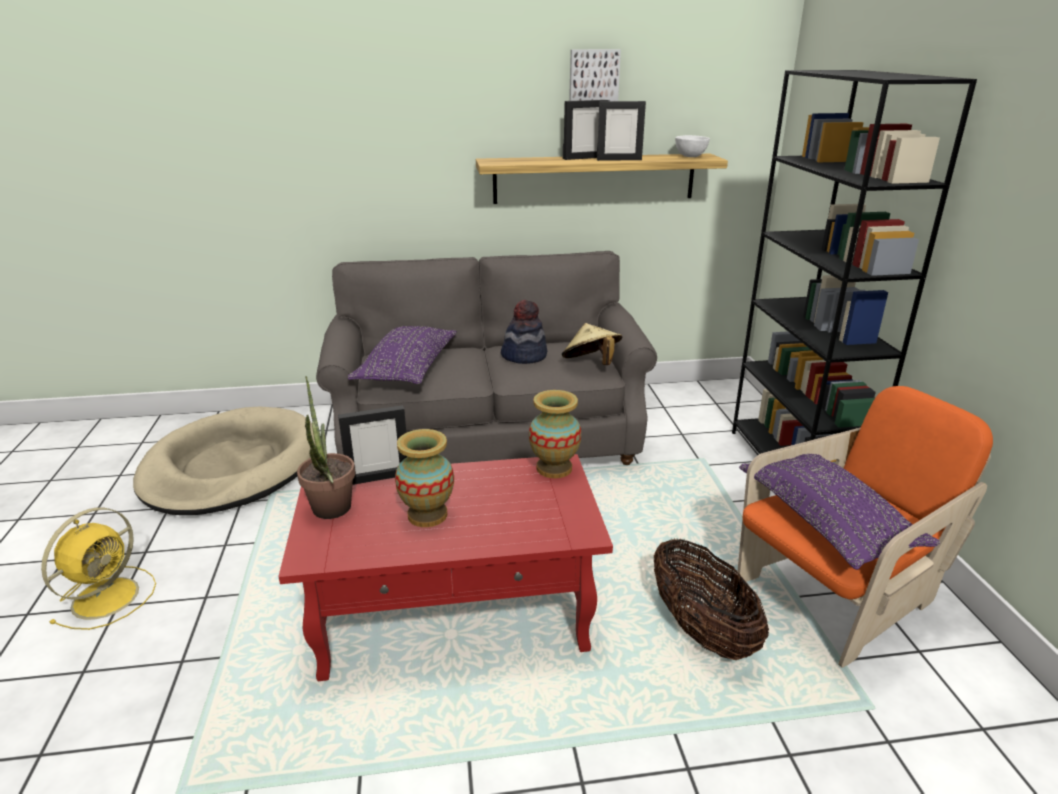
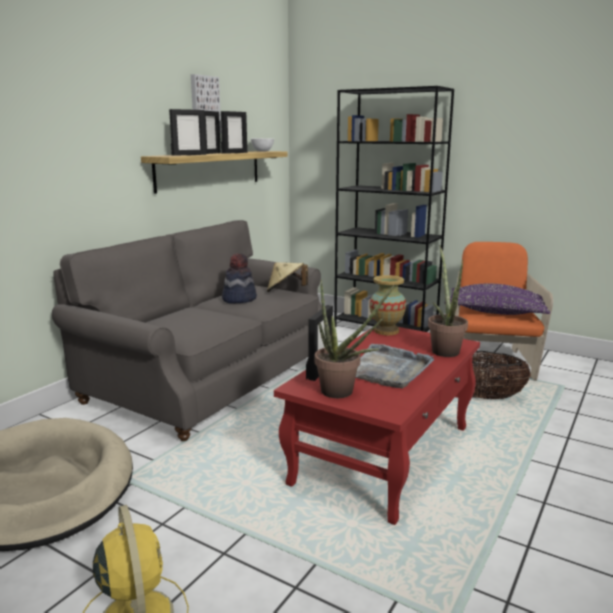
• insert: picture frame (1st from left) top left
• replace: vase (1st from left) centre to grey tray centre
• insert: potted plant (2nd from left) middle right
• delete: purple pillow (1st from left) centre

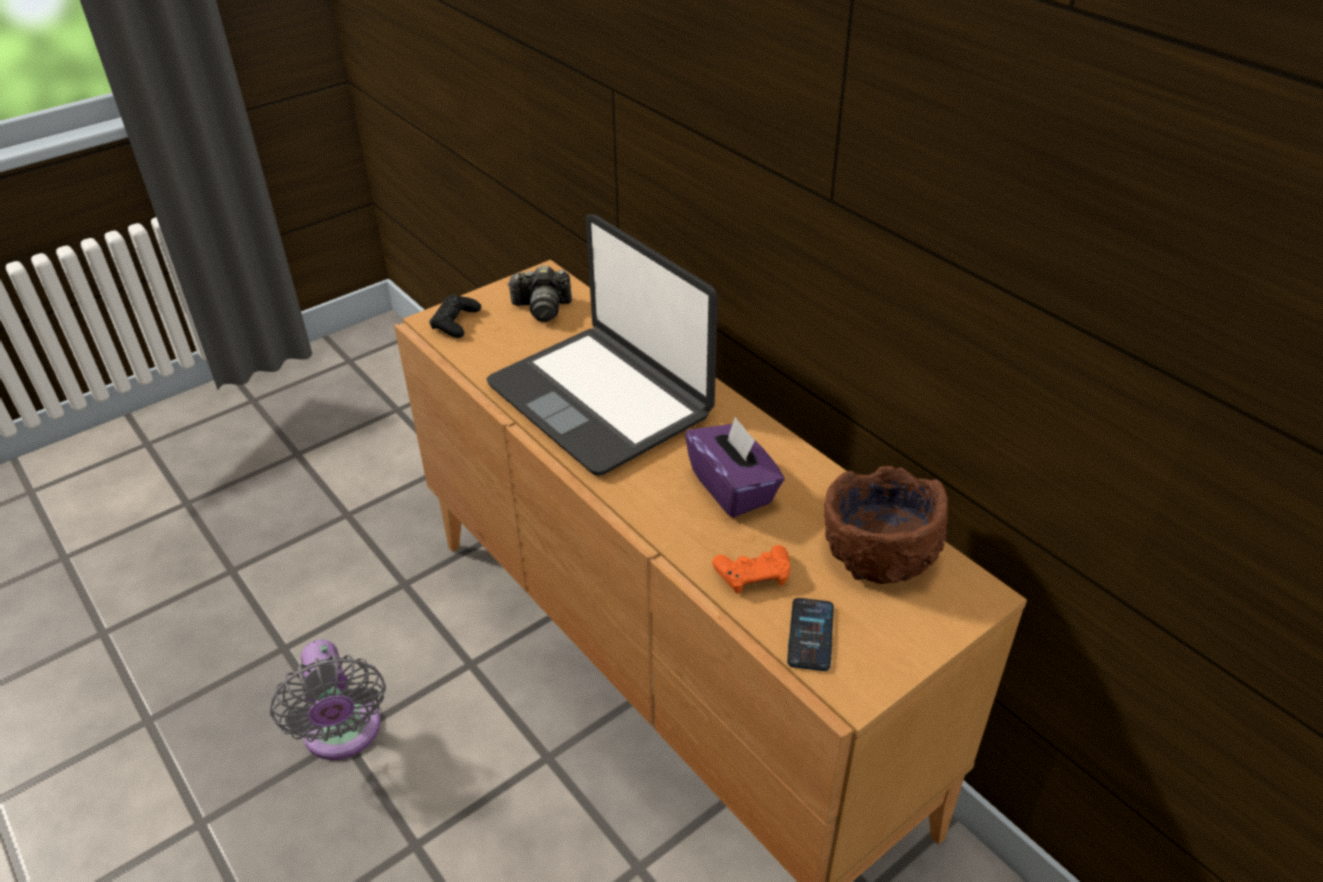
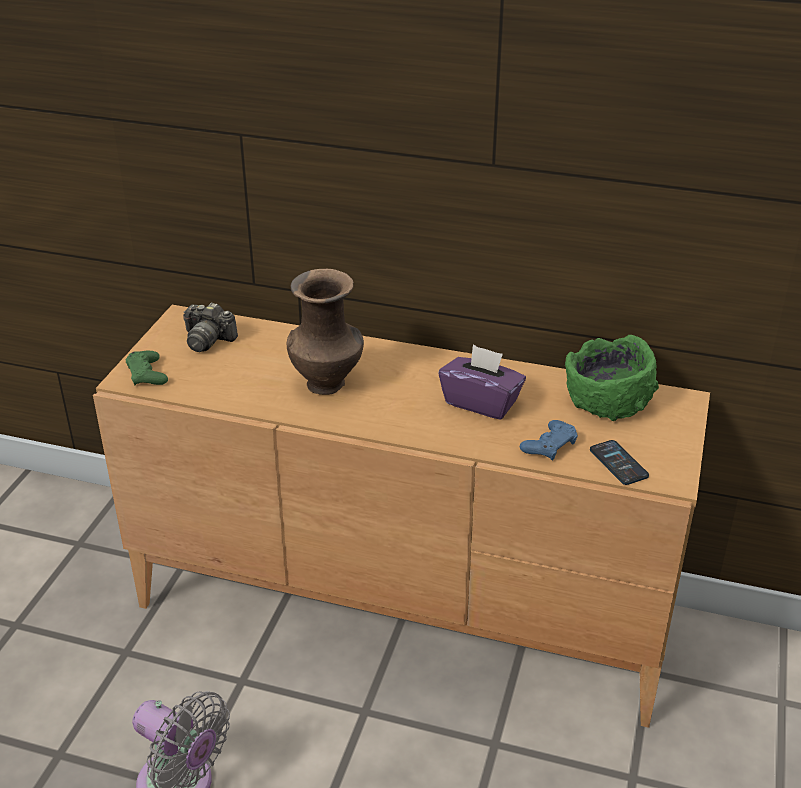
• recolor: black game controller centre to green game controller middle left
• rotate: photo camera top centre = middle left 60 degrees clockwise
• replace: laptop centre to brown vase centre
• recolor: orange game controller centre to blue game controller middle right
• recolor: brown bowl middle right to green bowl middle right

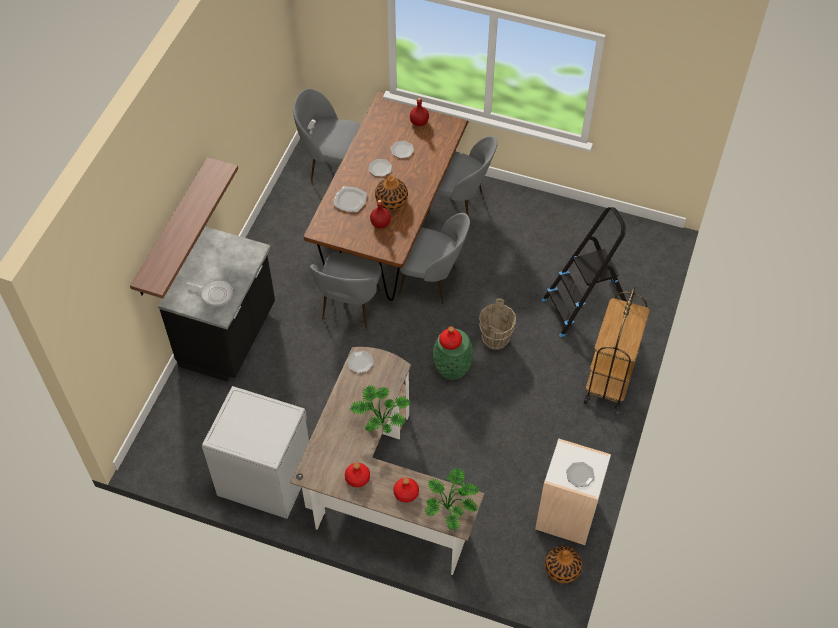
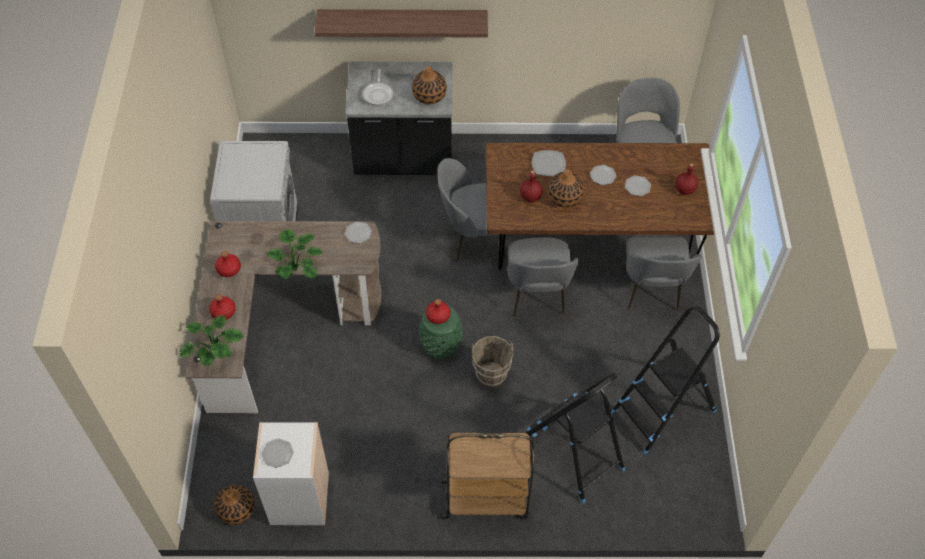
• insert: vase (2nd from left) top centre
• insert: black step ladder (2nd from left) bottom right

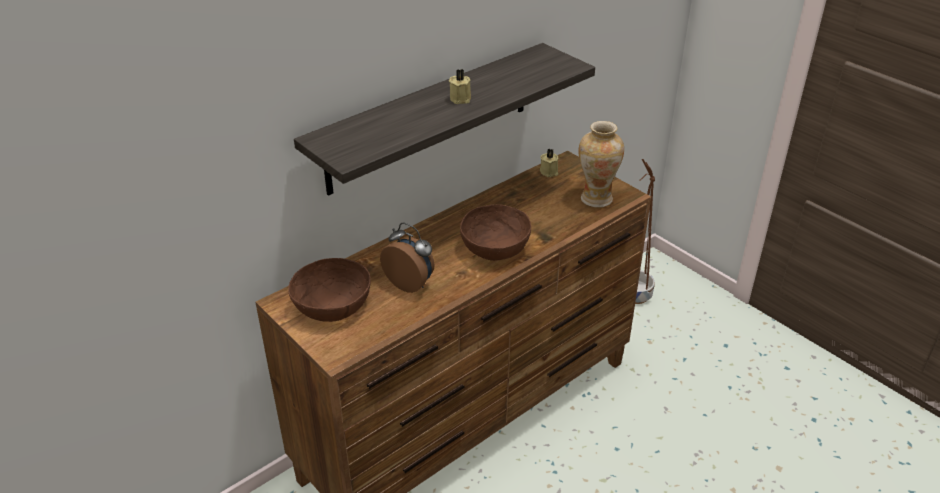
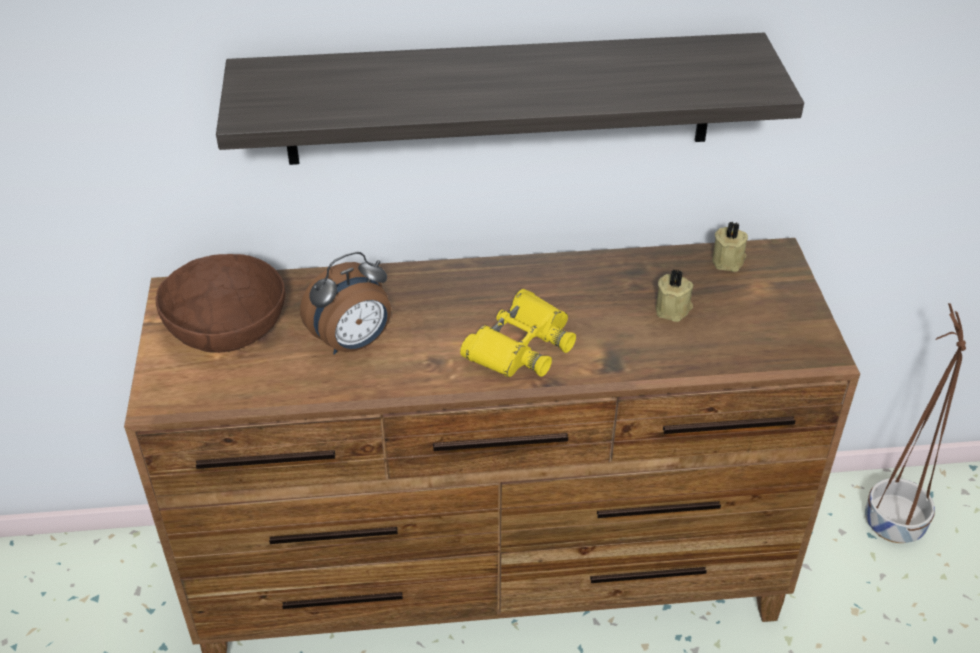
• rotate: alarm clock centre = centre 75 degrees clockwise
• replace: brown bowl (2nd from left) centre to yellow binoculars centre
• move: beige candle (1st from left) top centre to middle right
• delete: vase top centre

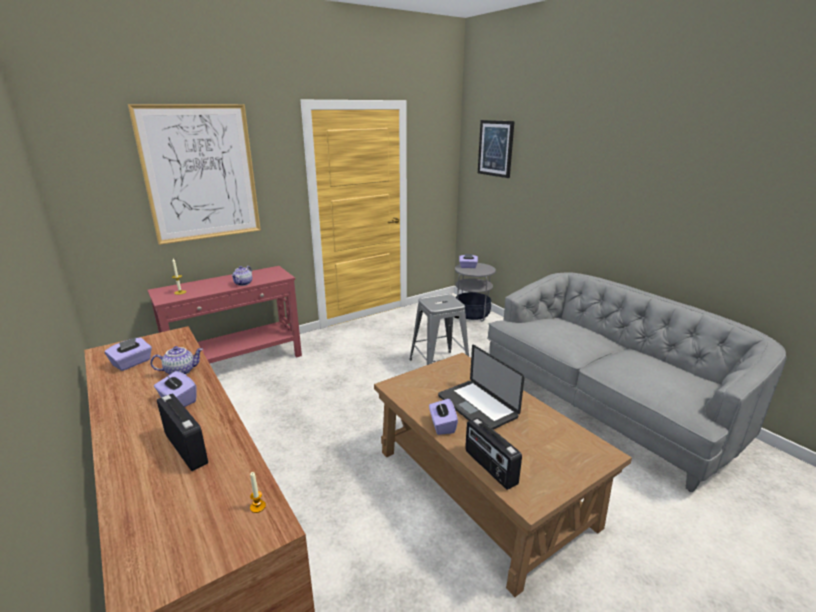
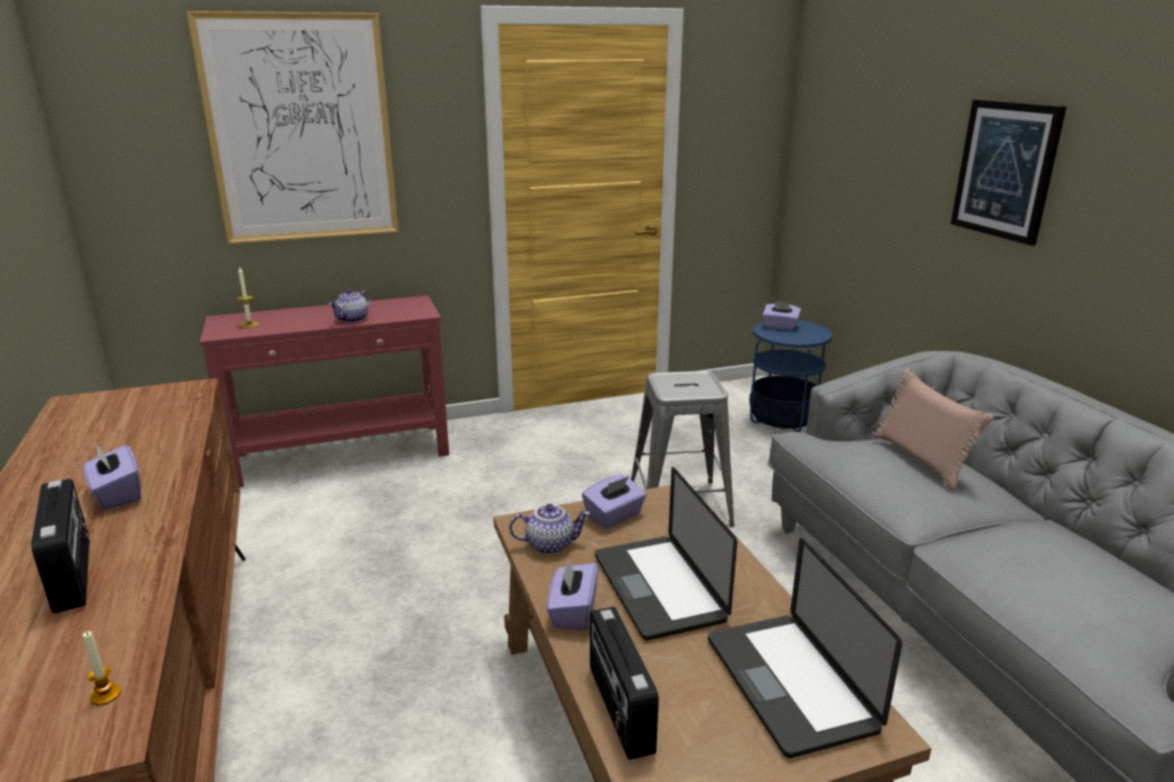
• move: teapot (1st from left in the first image) middle left to teapot (2nd from left) bottom centre
• move: purple tissue box (1st from left in the first image) middle left to purple tissue box (3rd from left) centre
• insert: laptop (2nd from left) bottom right
• recolor: grey side table centre to blue side table middle right
• insert: beige pillow middle right
• move: picture (2nd from left) top centre to top right

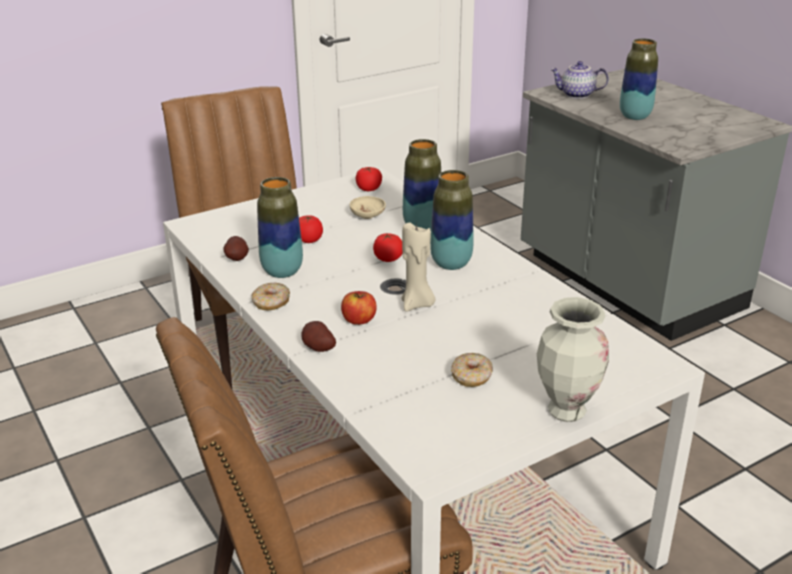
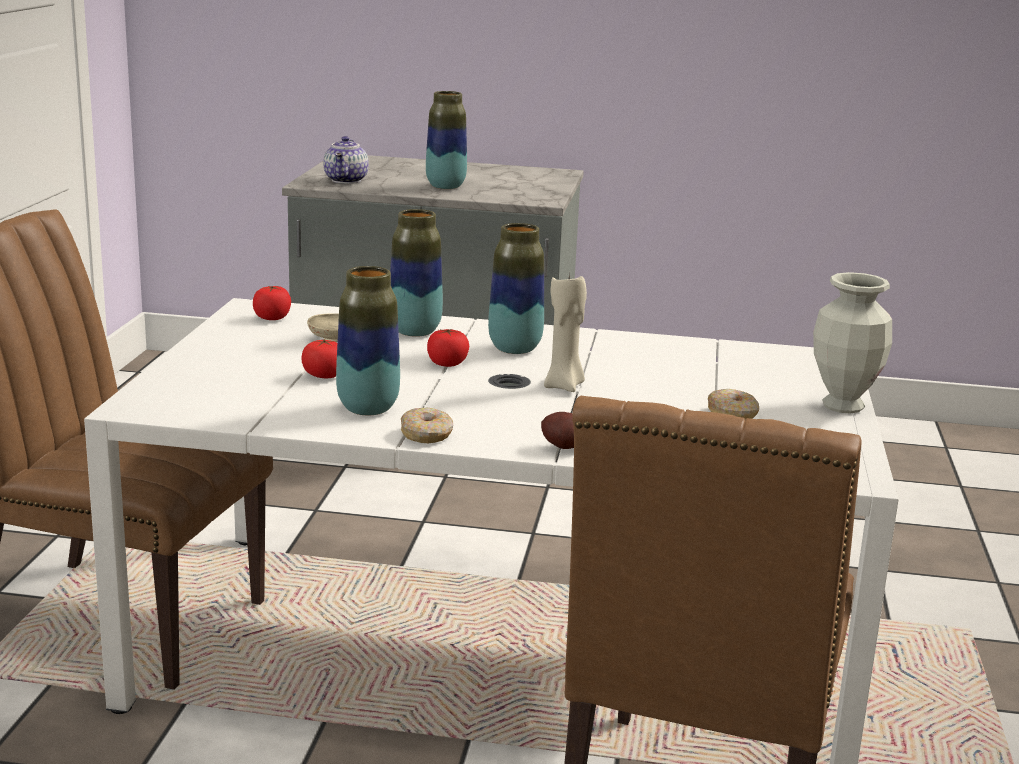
• rotate: teapot top right = top centre 45 degrees counterclockwise
• delete: potato (1st from left) middle left
• delete: apple centre

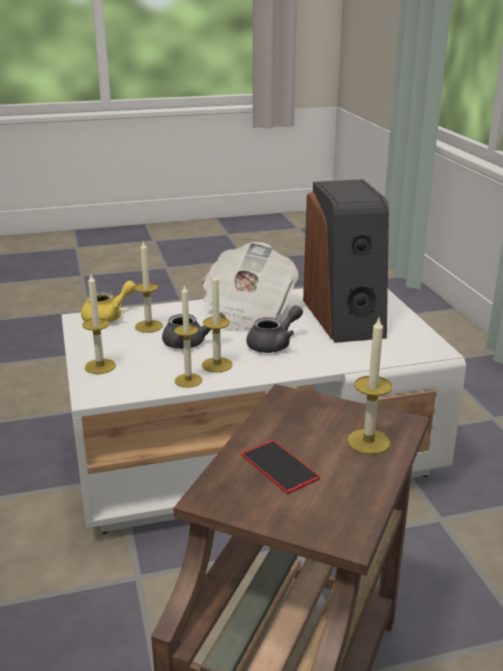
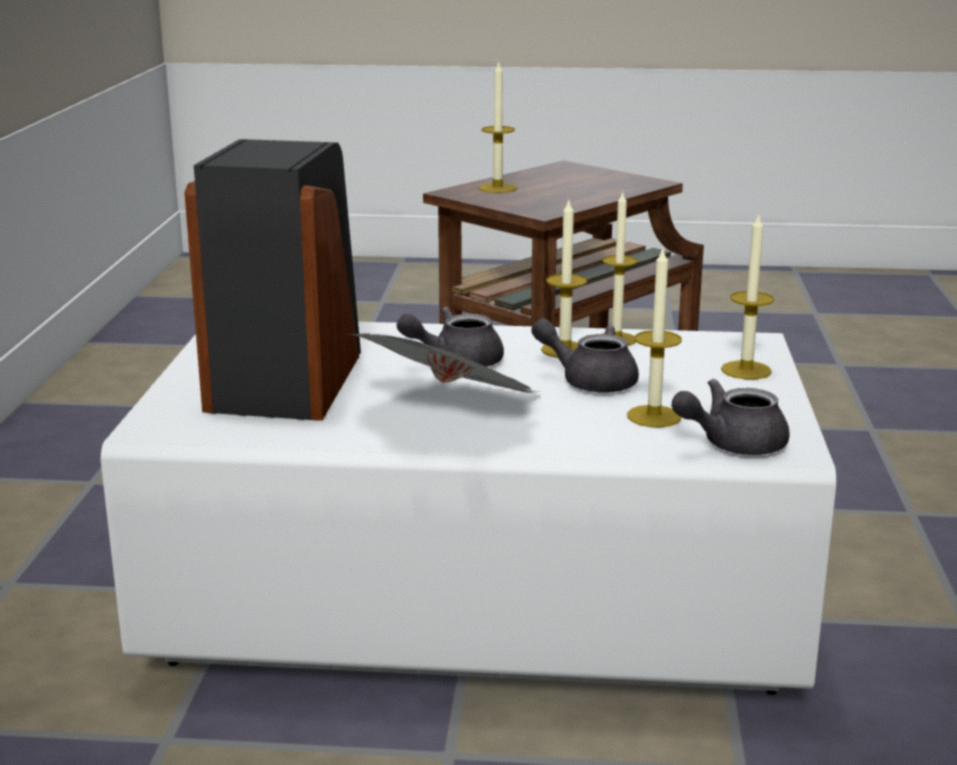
• recolor: yellow teapot middle left to grey teapot (3rd from left) middle right
• delete: phone bottom centre

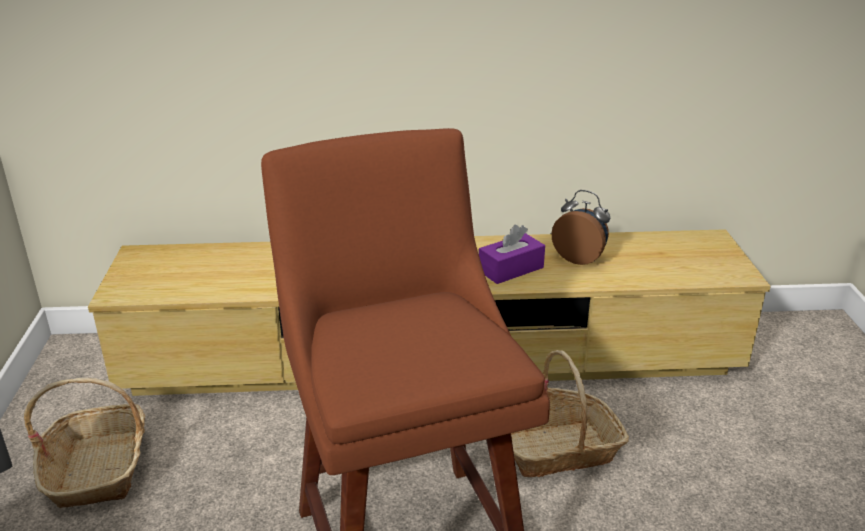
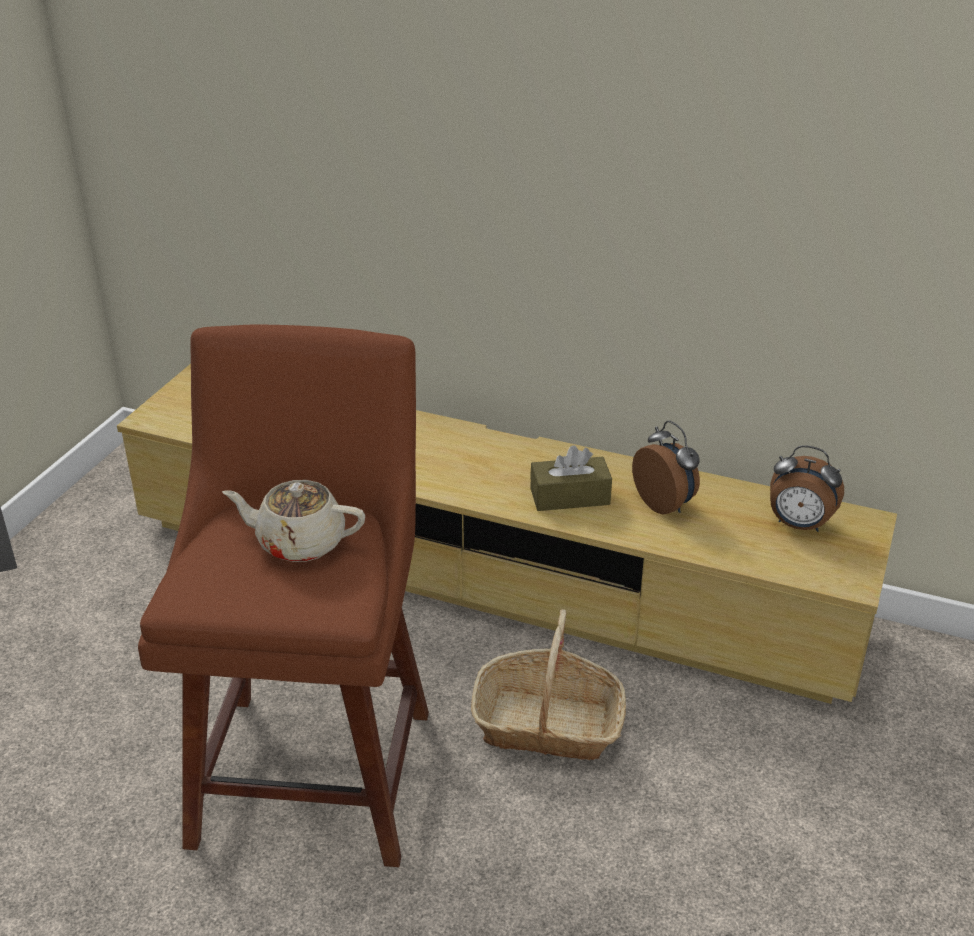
• insert: beige teapot middle left
• recolor: purple tissue box centre to brown tissue box centre
• insert: alarm clock (2nd from left) middle right
• delete: basket (1st from left) bottom left

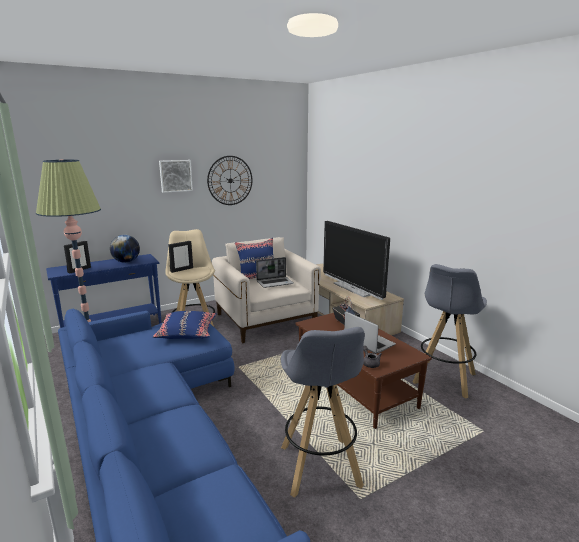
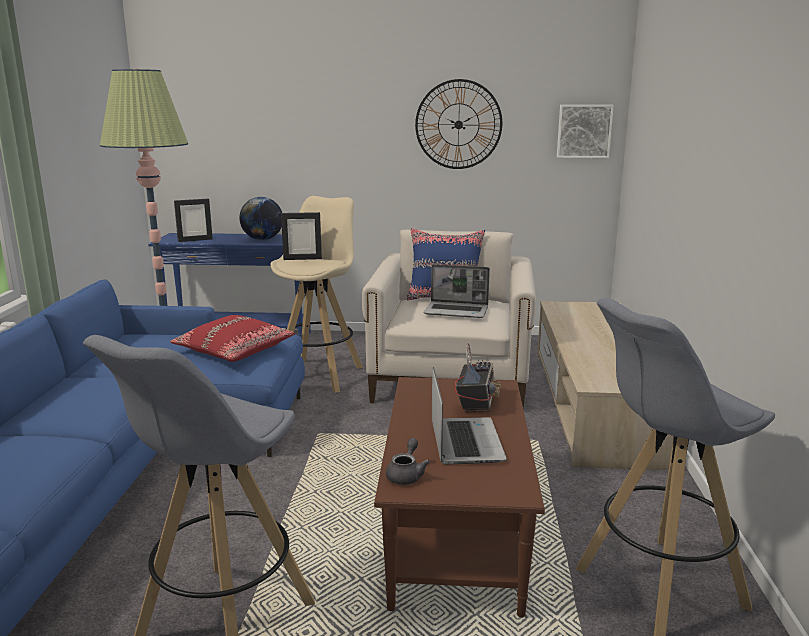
• recolor: blue pillow (1st from left) middle left to red pillow middle left
• move: picture top left to top right
• delete: television centre

